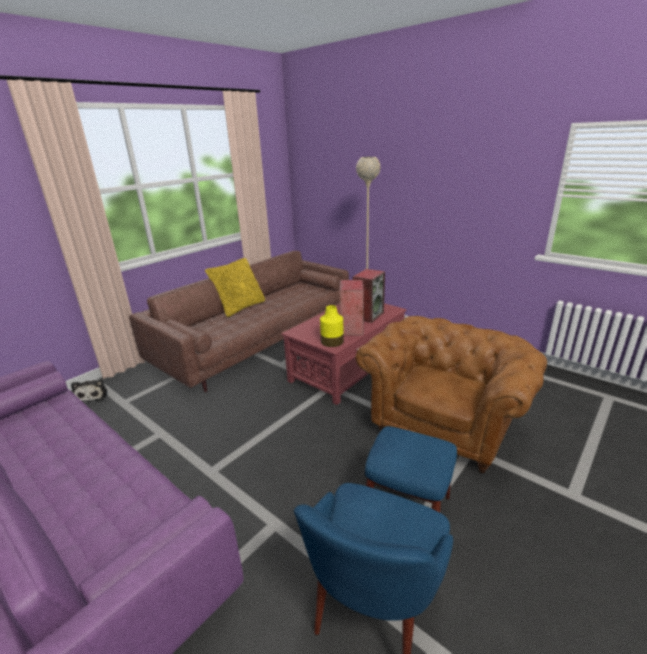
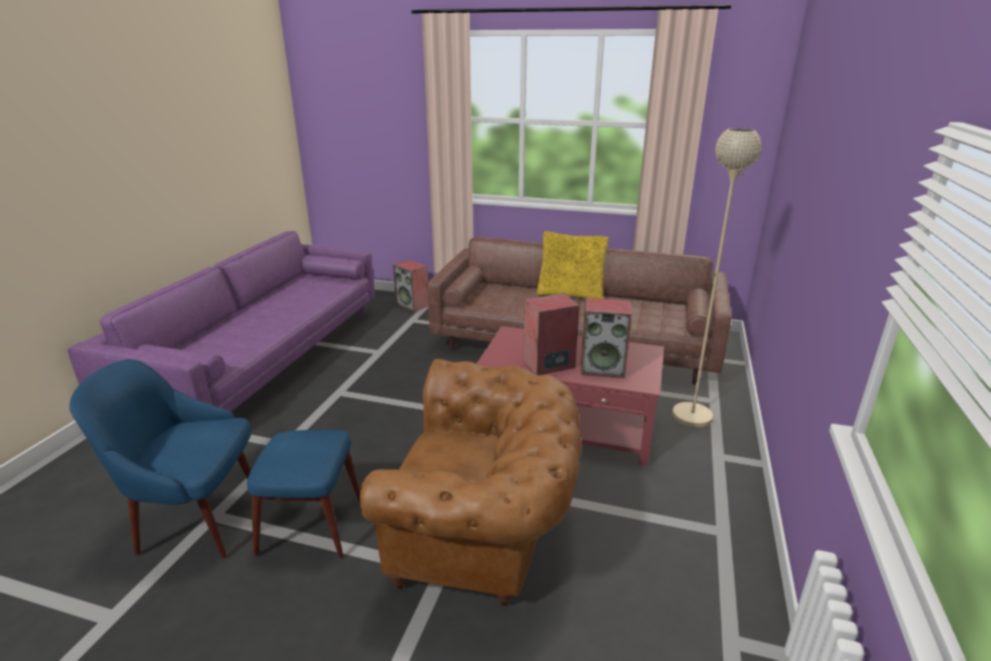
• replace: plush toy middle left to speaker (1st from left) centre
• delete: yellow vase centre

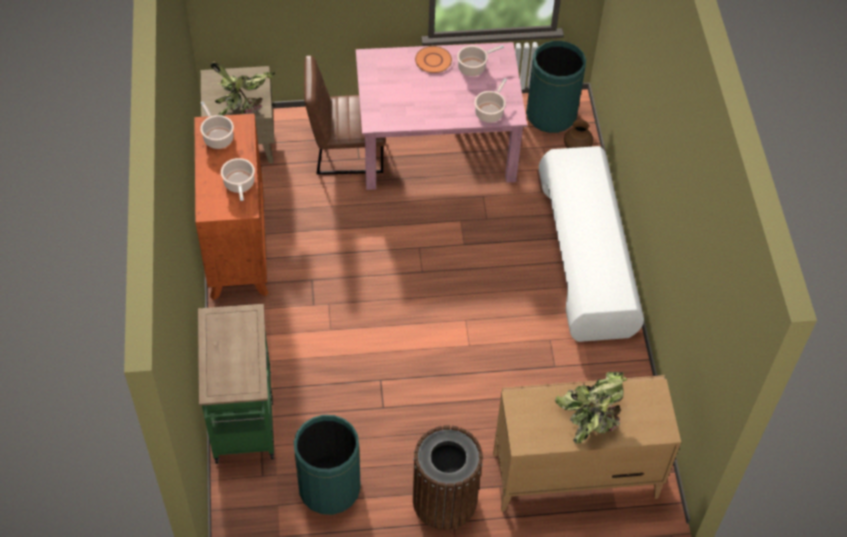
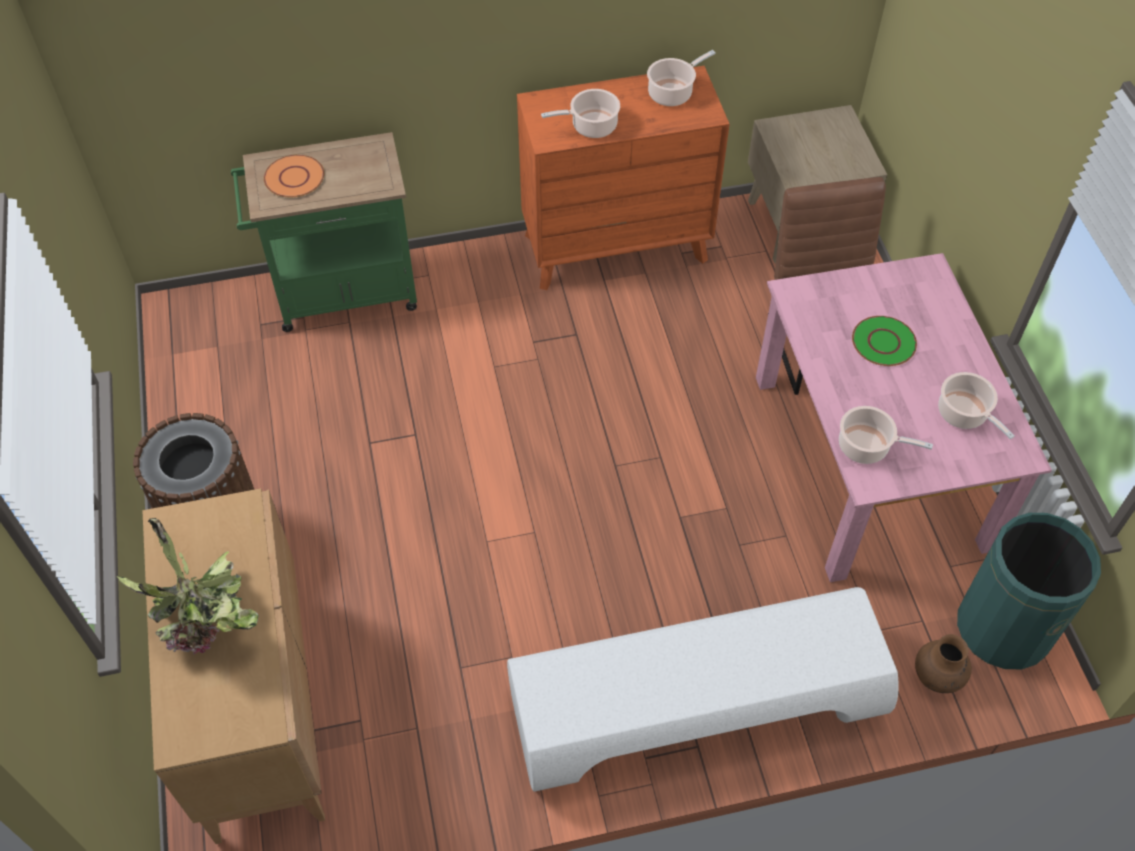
• move: orange plate top centre to top left
• insert: green plate middle right
• delete: potted plant (1st from left) top left
• delete: green trash can (1st from left) bottom centre

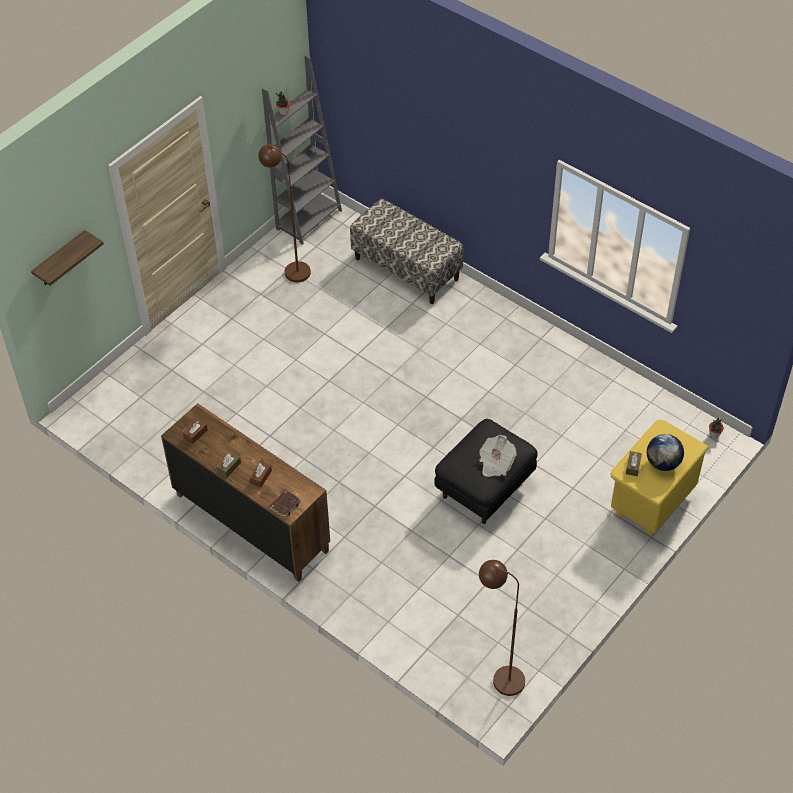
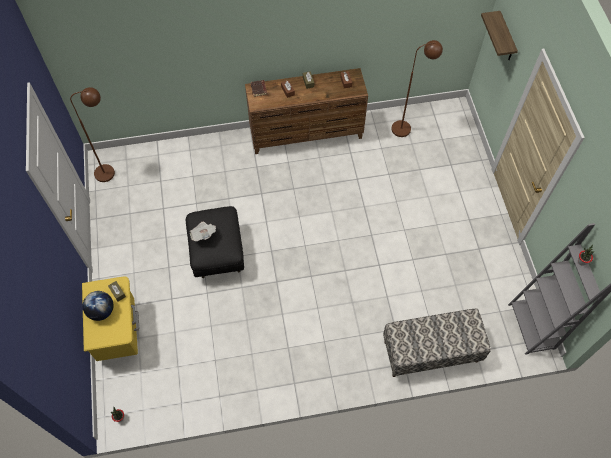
• move: brown floor lamp (1st from left in the first image) top centre to brown floor lamp (2nd from left) top right

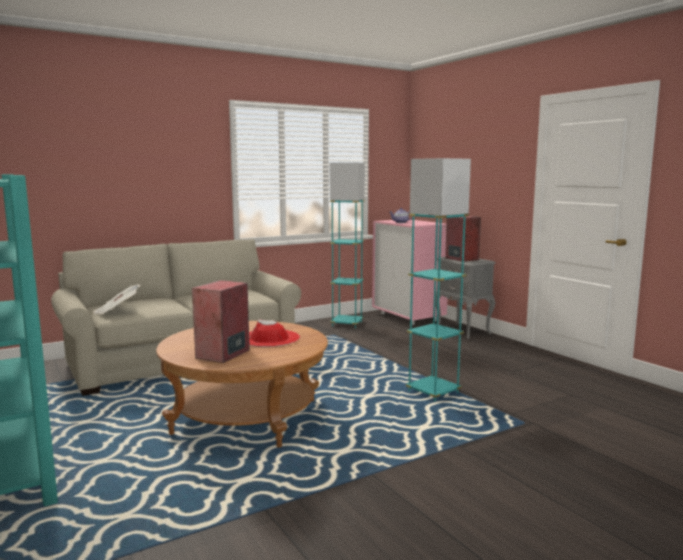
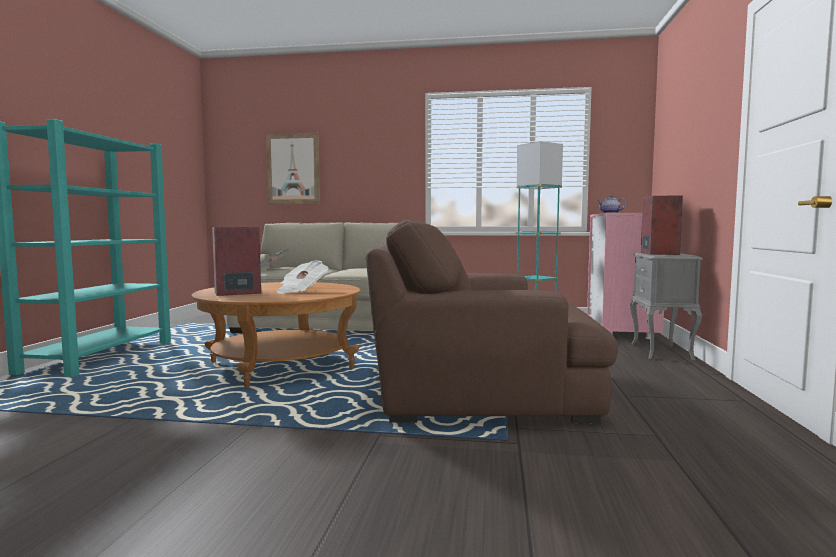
• insert: picture top centre
• replace: red hat centre to newspaper (2nd from left) centre
• replace: turquoise floor lamp (2nd from left) centre to brown armchair centre

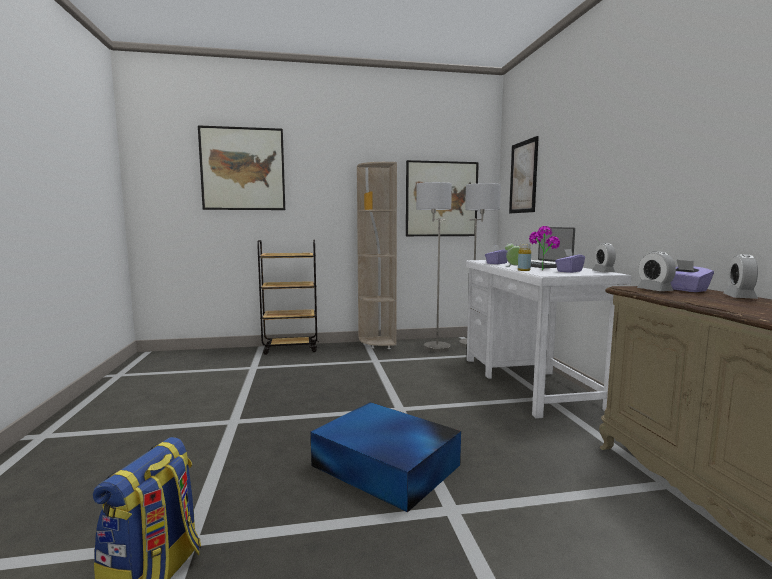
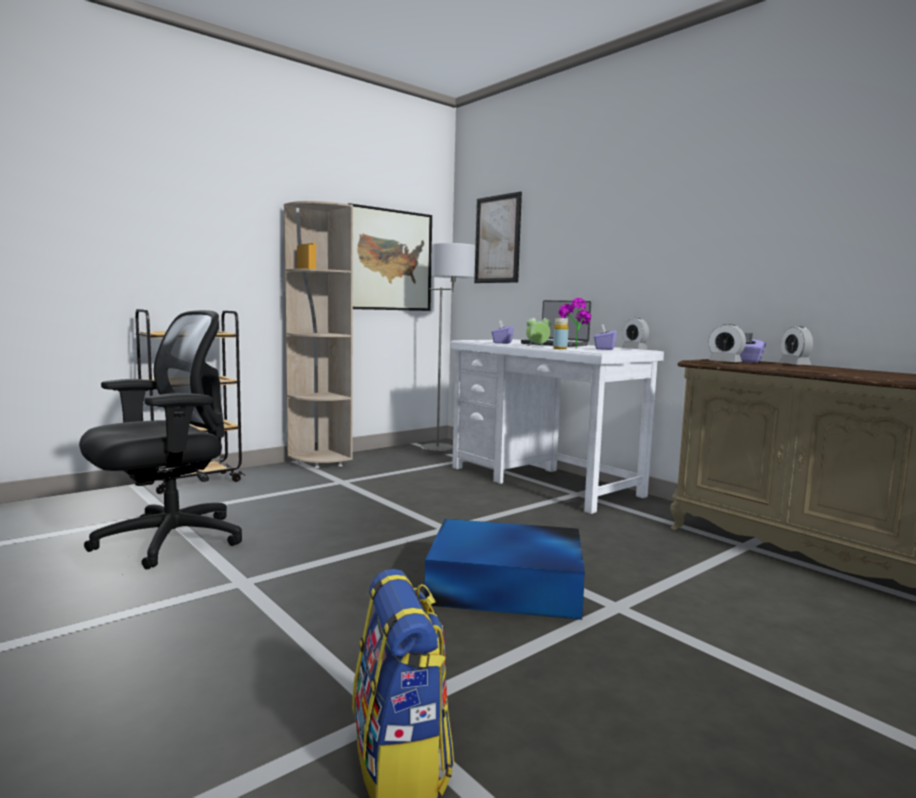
• insert: black office chair middle left
• delete: picture (1st from left) top left
• delete: grey floor lamp (1st from left) centre

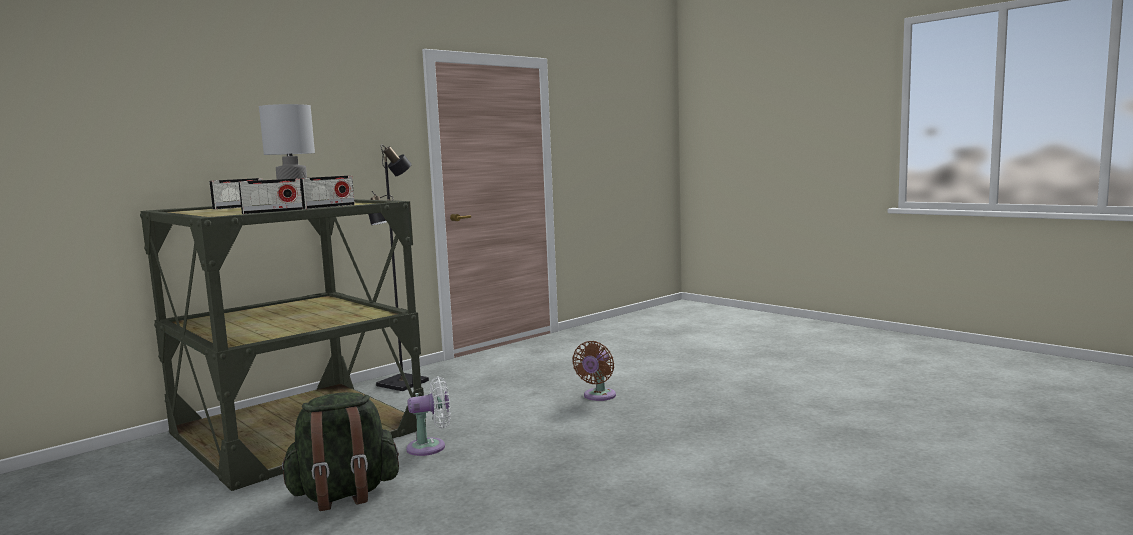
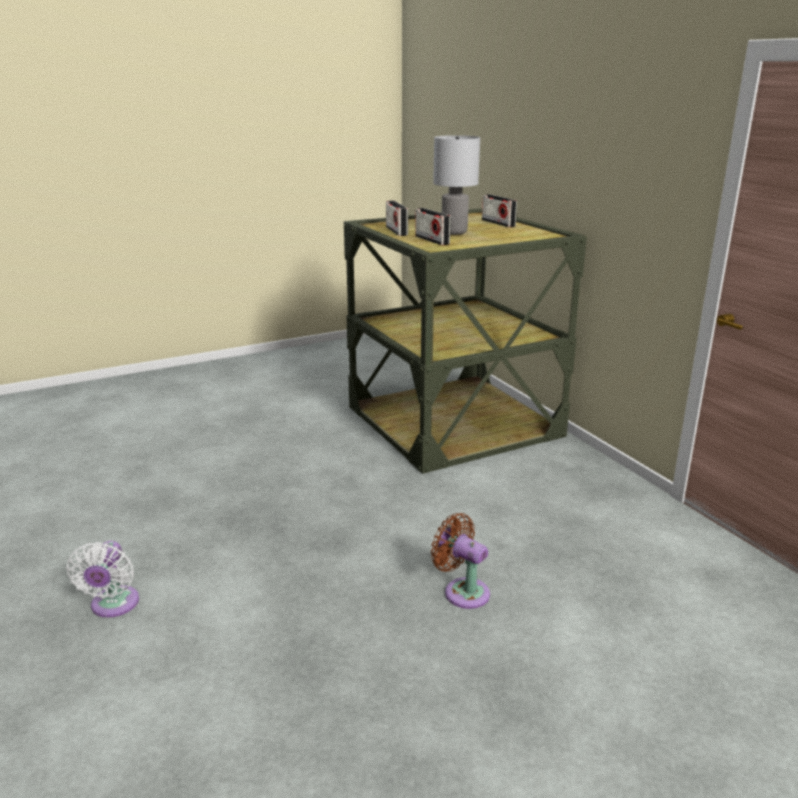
• move: white fan bottom centre to bottom left
• delete: green backpack bottom left
• delete: black floor lamp centre

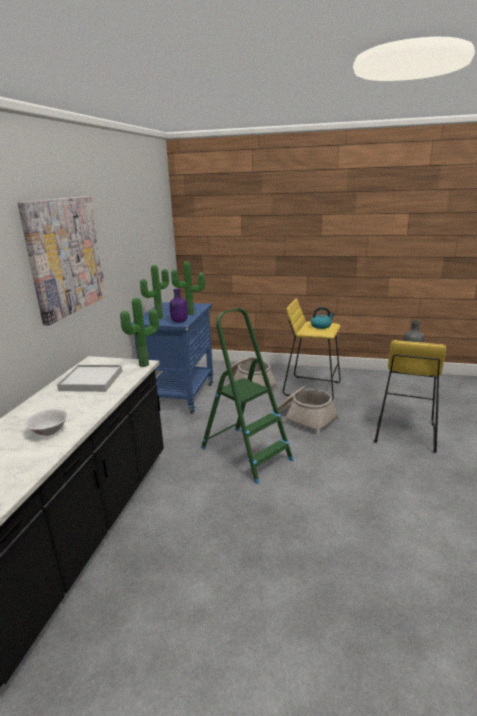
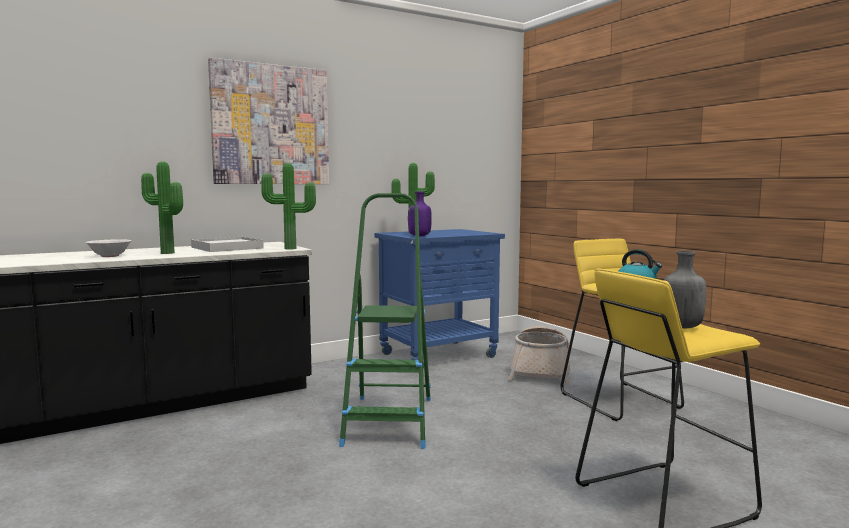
• move: potted plant (3rd from left in the first image) centre to potted plant (1st from left) middle left
• delete: basket (2nd from left) centre

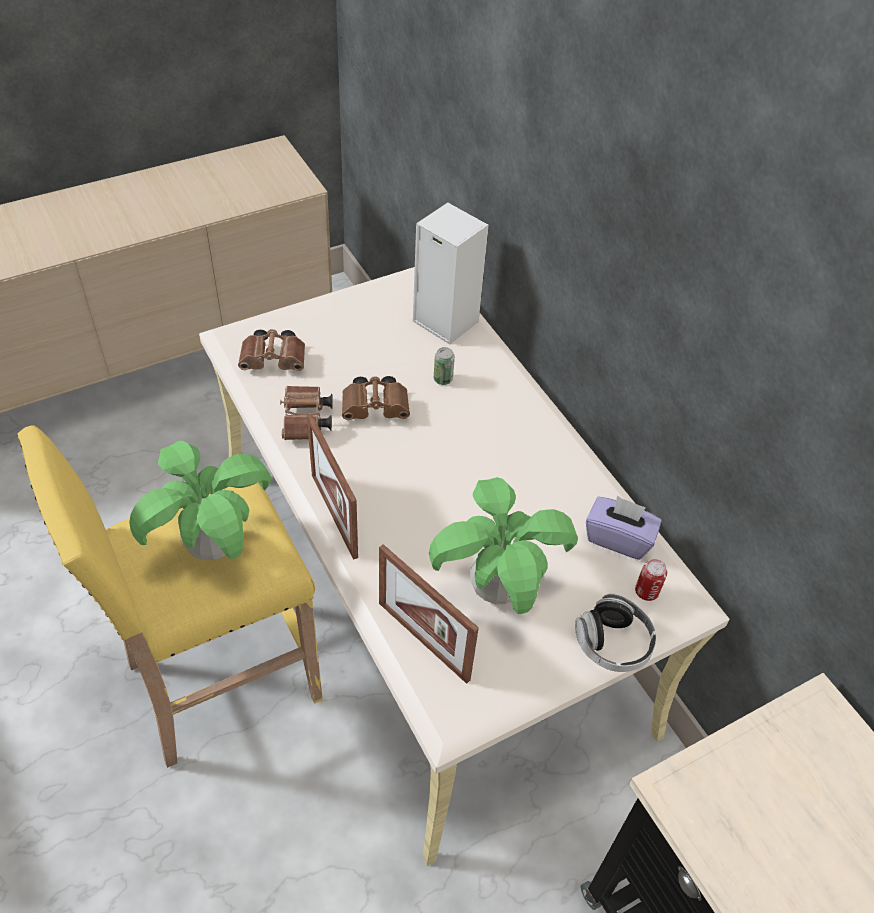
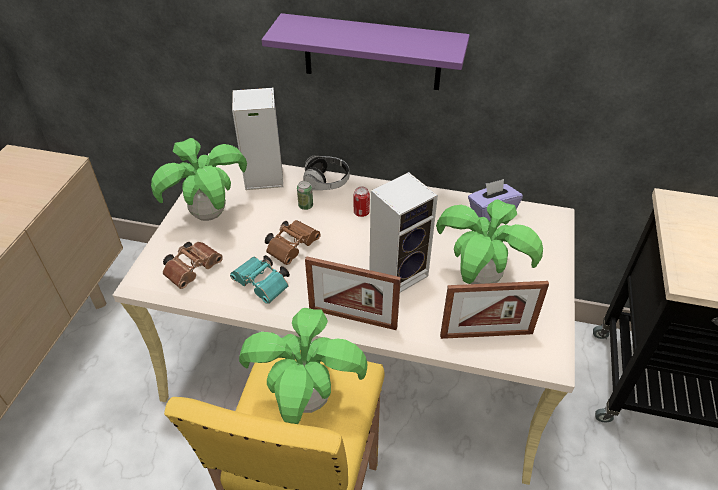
• insert: potted plant (1st from left) middle left
• recolor: brown binoculars (2nd from left) centre to turquoise binoculars centre
• insert: purple shelf top centre
• move: headphones bottom right to centre
• move: can (2nd from left) middle right to centre
• insert: speaker (2nd from left) centre

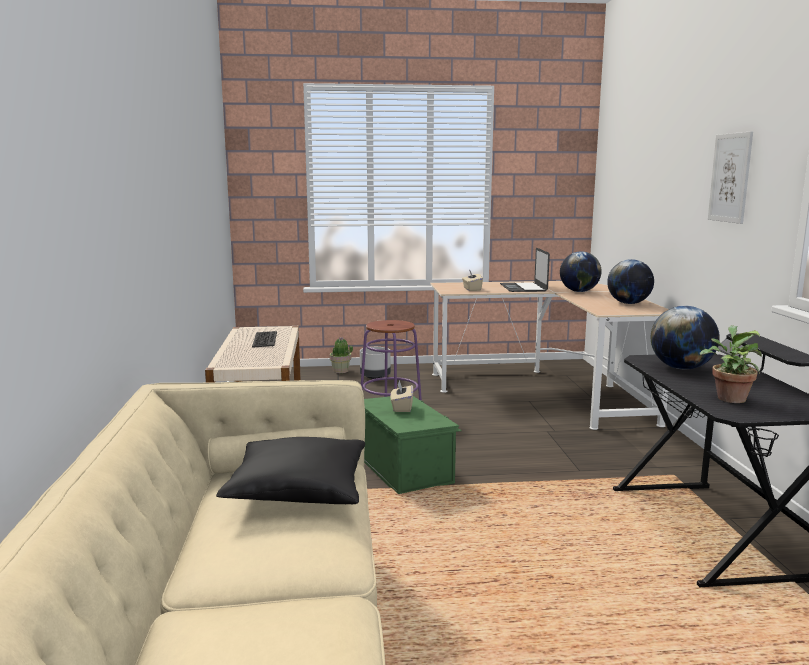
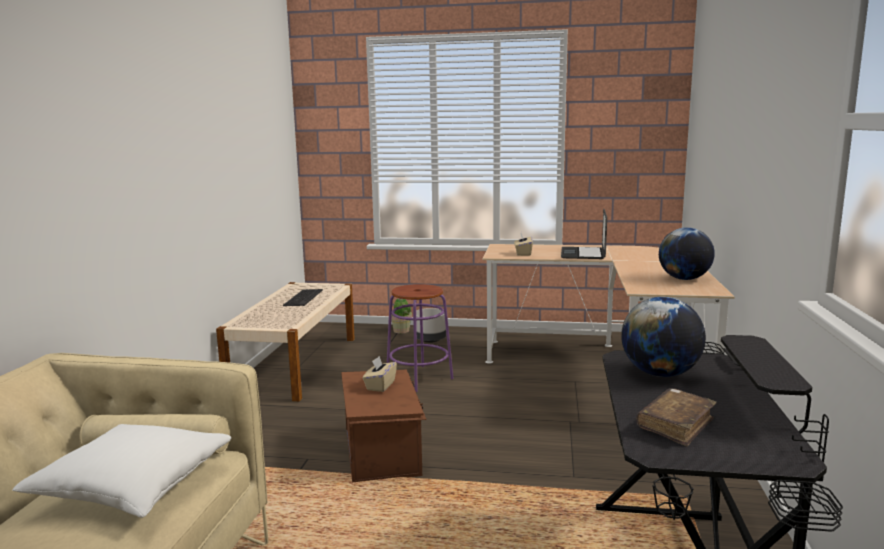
• recolor: black pillow bottom centre to white pillow bottom left
• recolor: green storage box bottom centre to brown storage box bottom centre
• replace: potted plant (2nd from left) middle right to brown book bottom right
• delete: globe (1st from left) middle right
• delete: picture top right

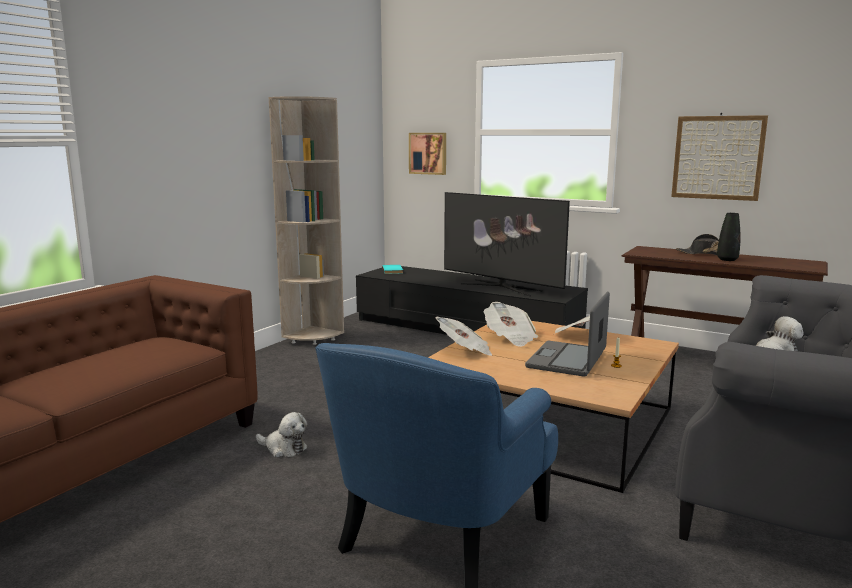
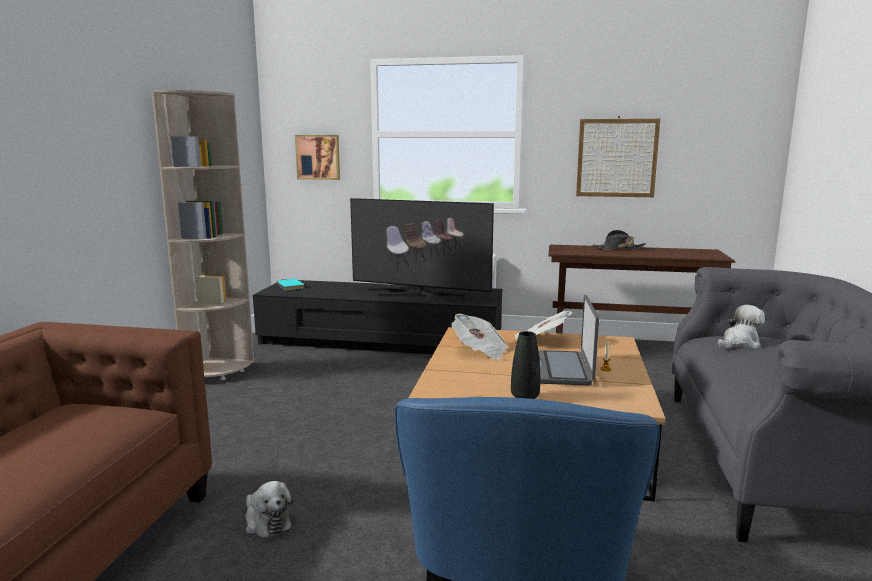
• rotate: plush toy (1st from left) bottom left = bottom left 45 degrees clockwise
• move: black vase middle right to centre
• delete: newspaper (1st from left) centre

